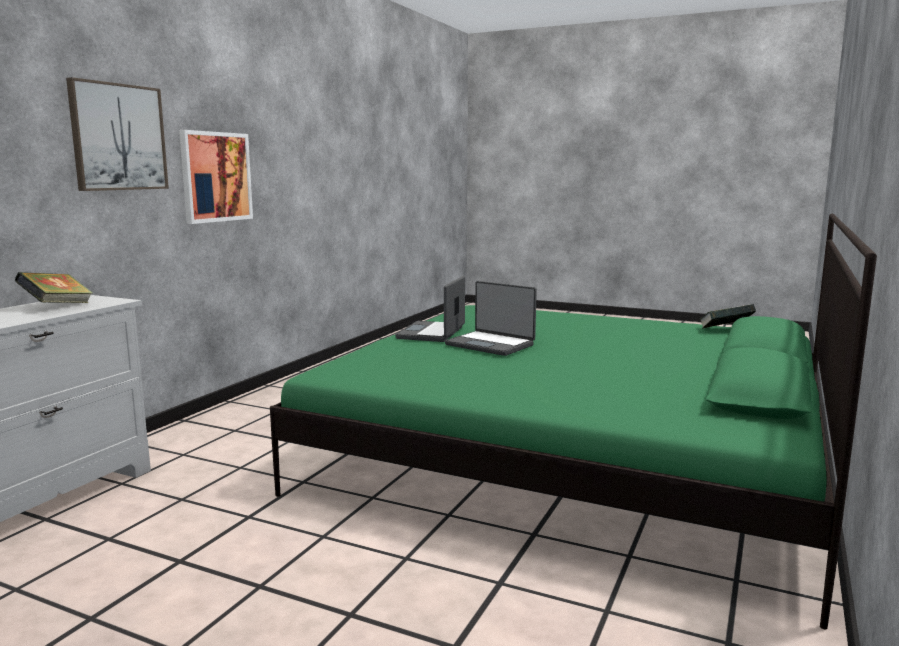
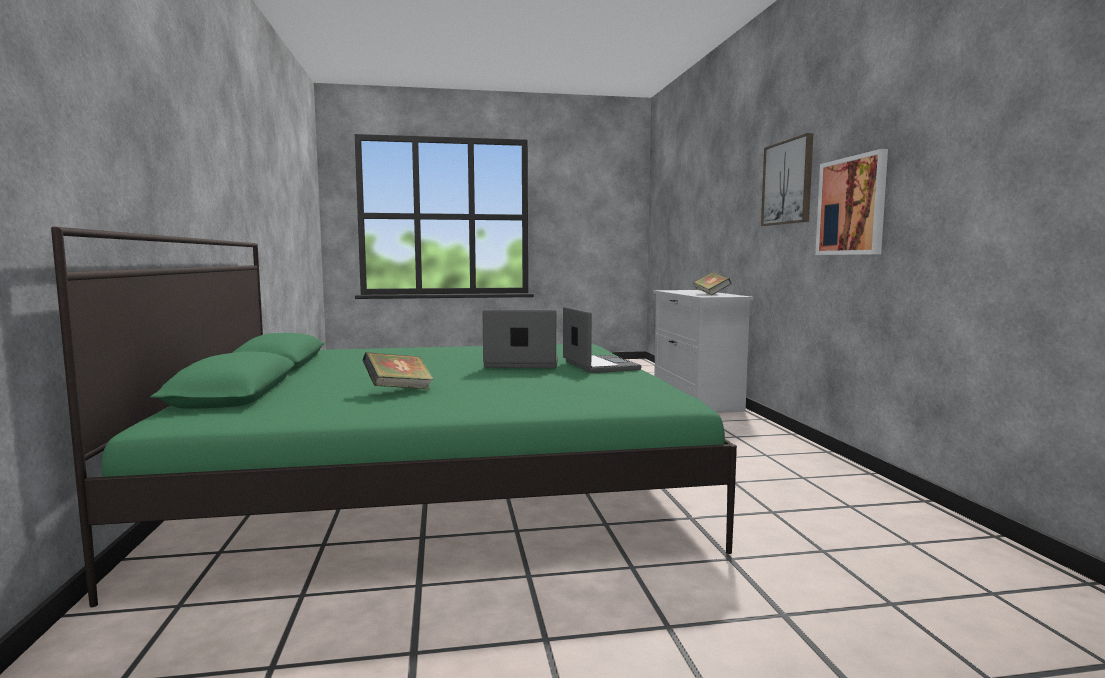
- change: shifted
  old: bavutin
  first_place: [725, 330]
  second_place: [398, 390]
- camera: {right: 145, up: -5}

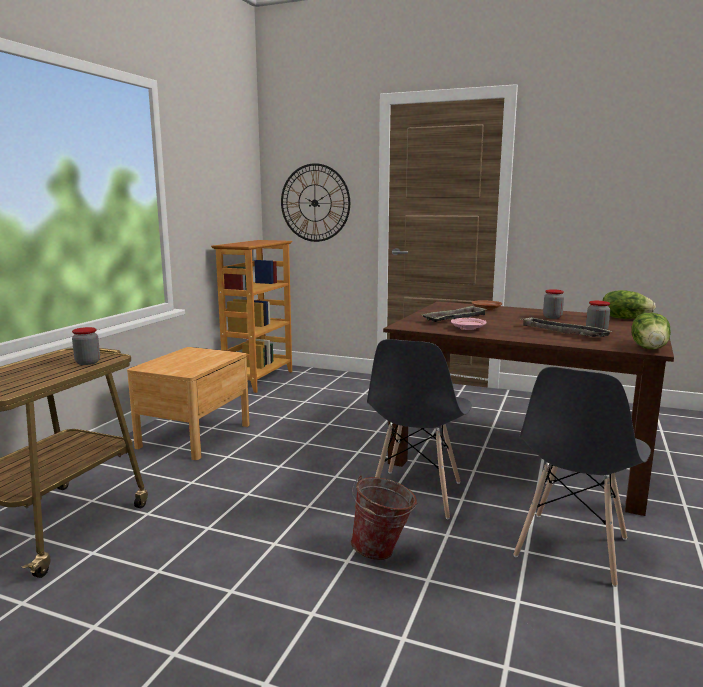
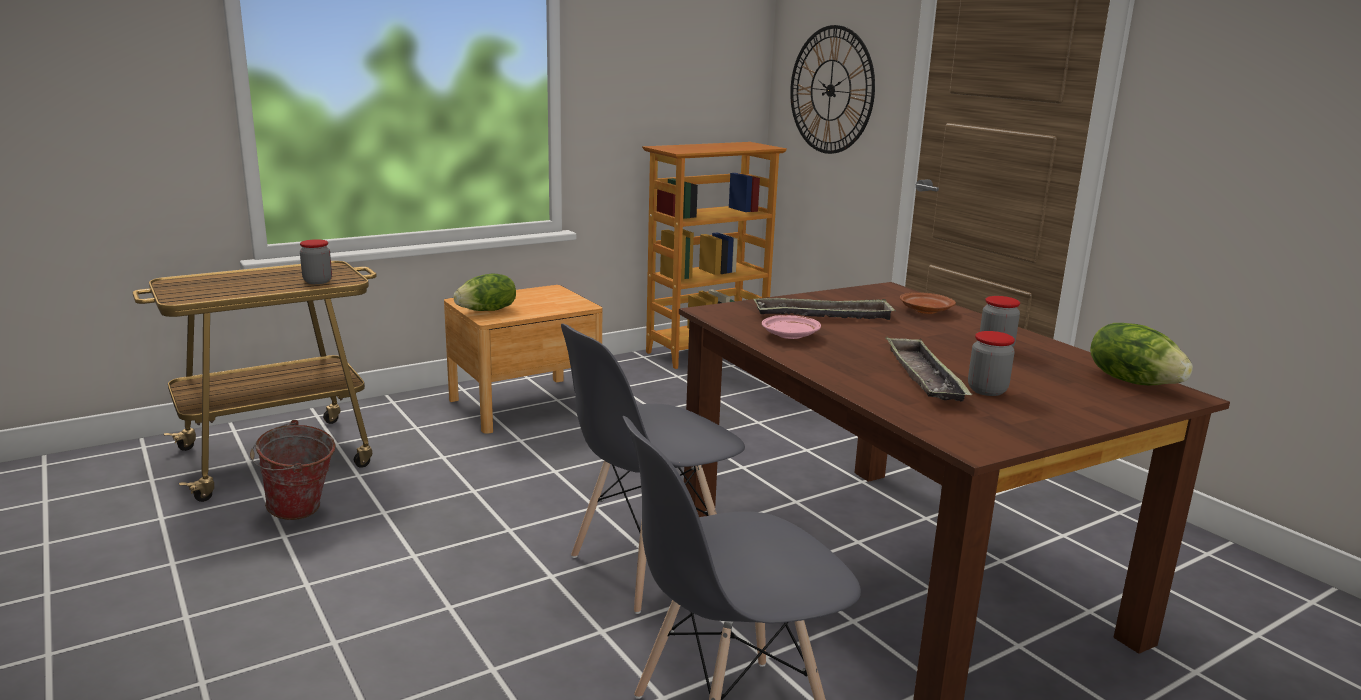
- change: shifted
  old: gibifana
  first_place: [383, 551]
  second_place: [299, 514]
- change: shifted
  old: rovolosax
  first_place: [650, 348]
  second_place: [487, 310]
- camera: {right: 35, up: 5}

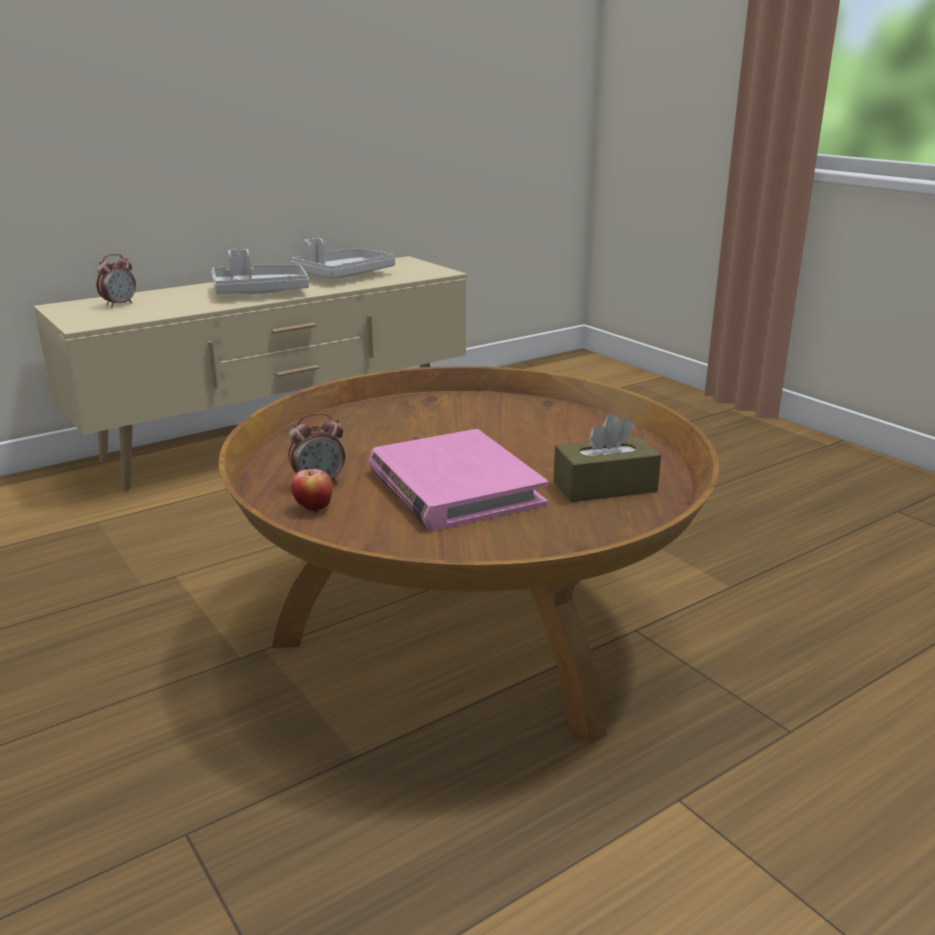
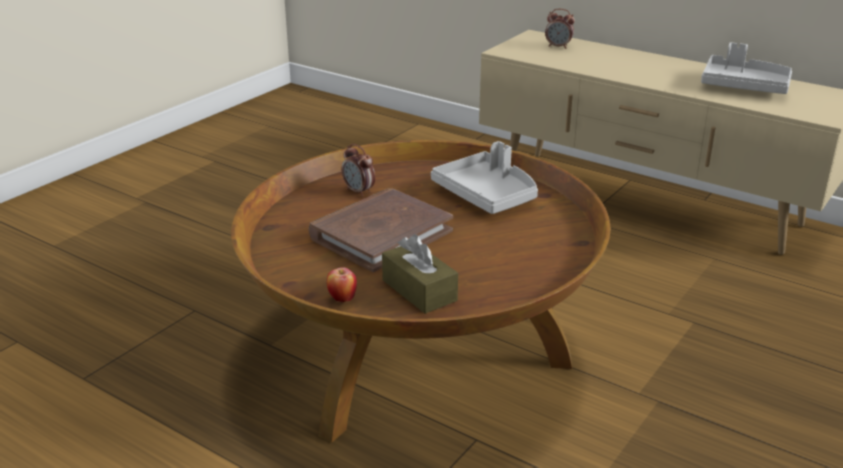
- change: shifted
  old: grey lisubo
  first_place: [259, 292]
  second_place: [487, 195]
- change: shifted
  old: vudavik
  first_place: [313, 509]
  second_place: [342, 299]
- change: repainted
  old: pink bavutin
  new: brown bavutin
  first_place: [453, 487]
  second_place: [381, 234]
- camera: {right: 70, up: 5}

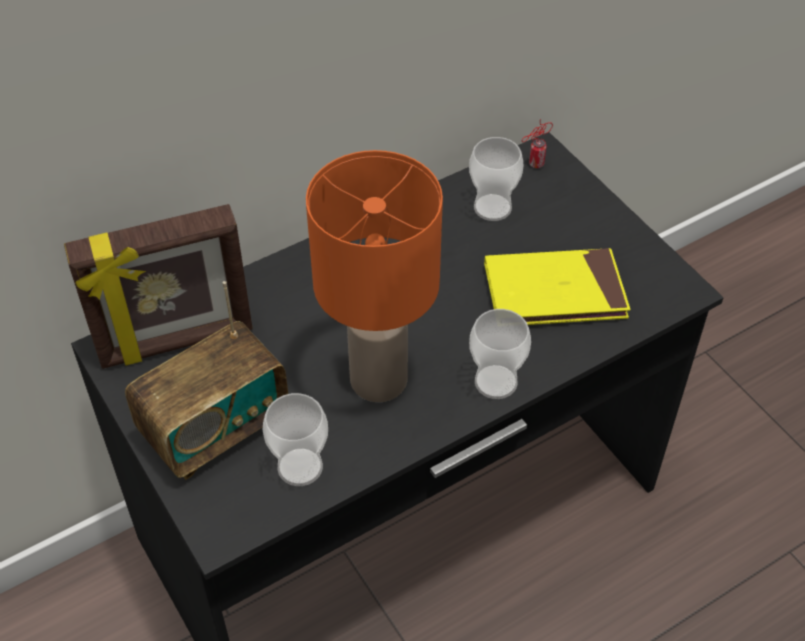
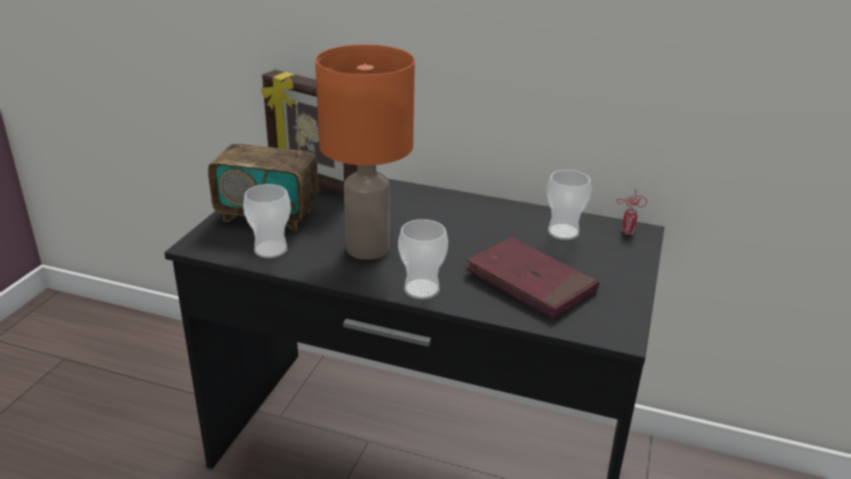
- change: repainted
  old: yellow bavutin
  new: red bavutin
  first_place: [554, 292]
  second_place: [530, 282]
- camera: {right: 50, up: -20}

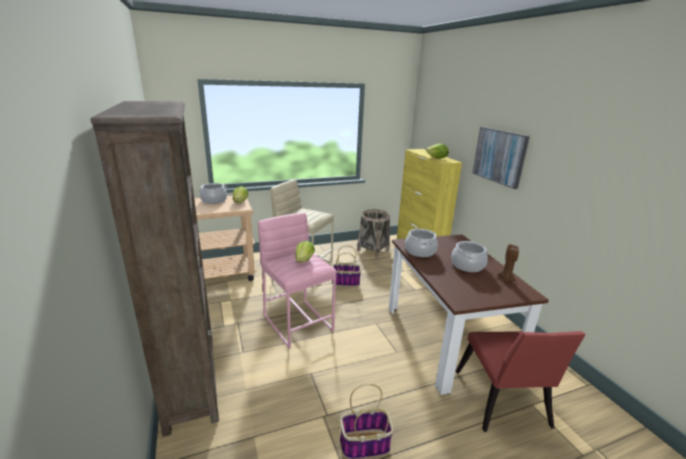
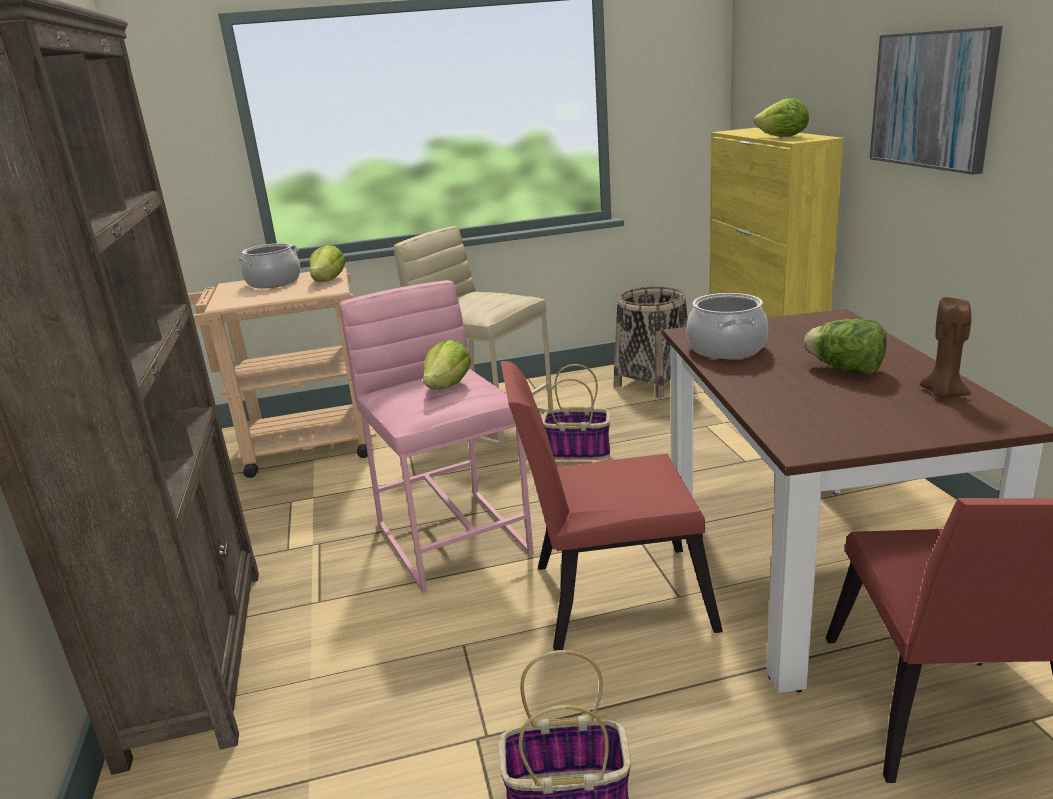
- change: swapped
  old: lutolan
  new: rovolosax
  first_place: [467, 265]
  second_place: [845, 370]
- change: new
  new: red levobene
  second_place: [609, 597]
- camera: {right: 10, up: 0}

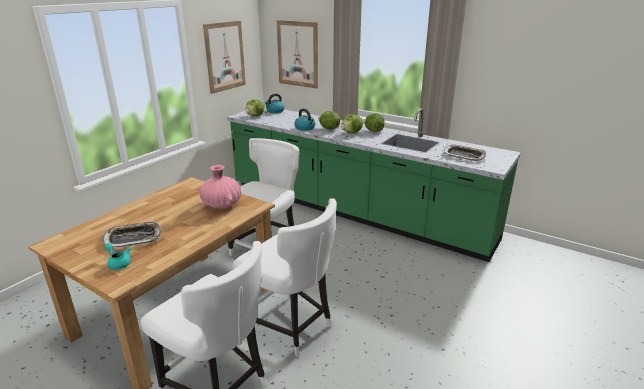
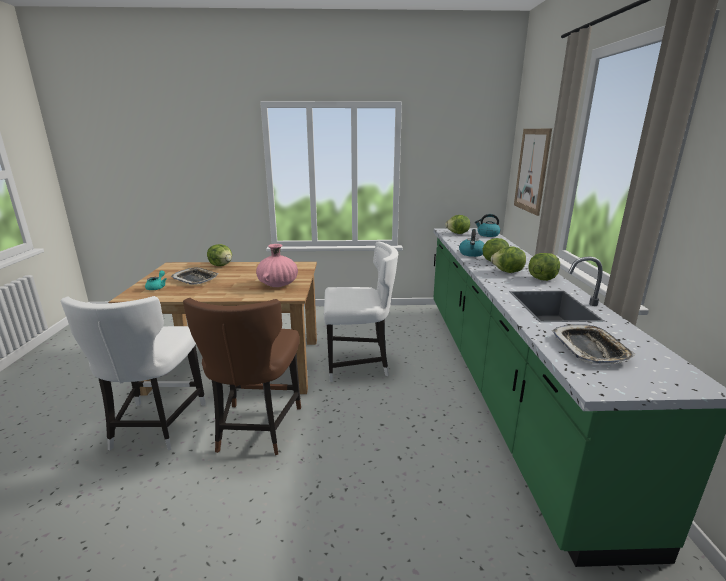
- change: gone
  old: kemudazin
  first_place: [225, 56]
- change: repainted
  old: white levobene
  new: brown levobene
  first_place: [291, 327]
  second_place: [256, 429]
- change: new
  new: rovolosax
  second_place: [221, 265]
- camera: {right: 55, up: -5}

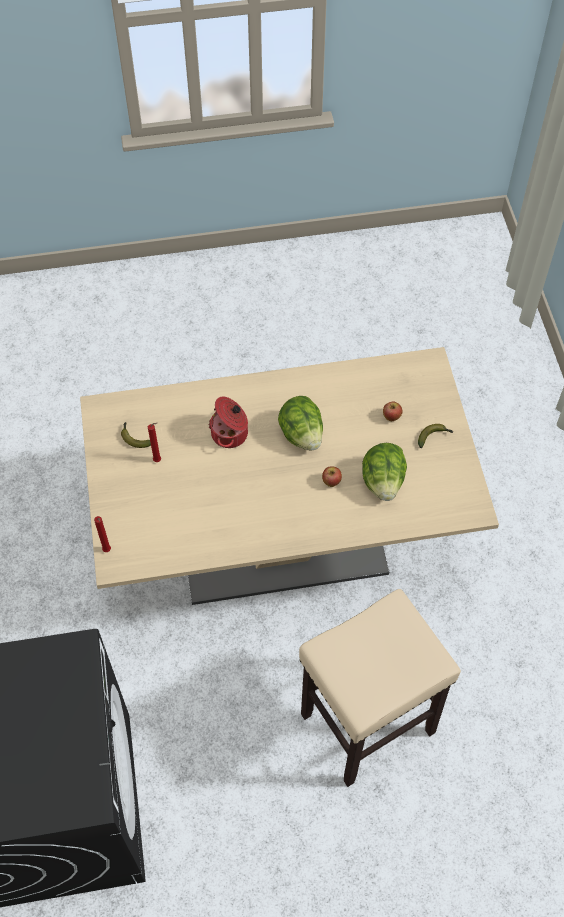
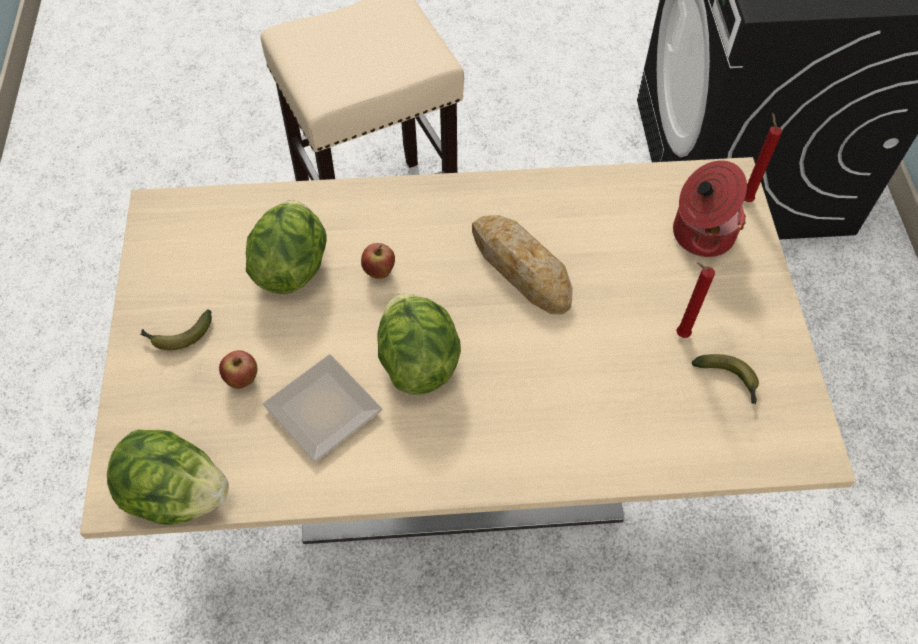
- change: shifted
  old: lutolan
  first_place: [230, 434]
  second_place: [701, 233]
- change: new
  new: rovolosax
  second_place: [177, 494]
- change: new
  new: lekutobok
  second_place: [327, 410]
- change: new
  new: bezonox
  second_place: [521, 267]
- camera: {right: -175, up: 0}

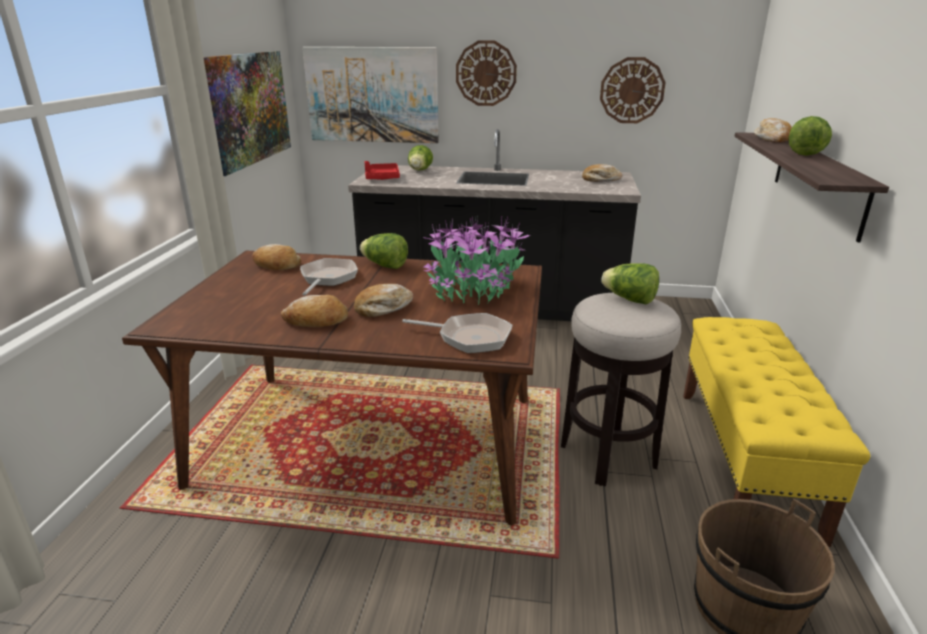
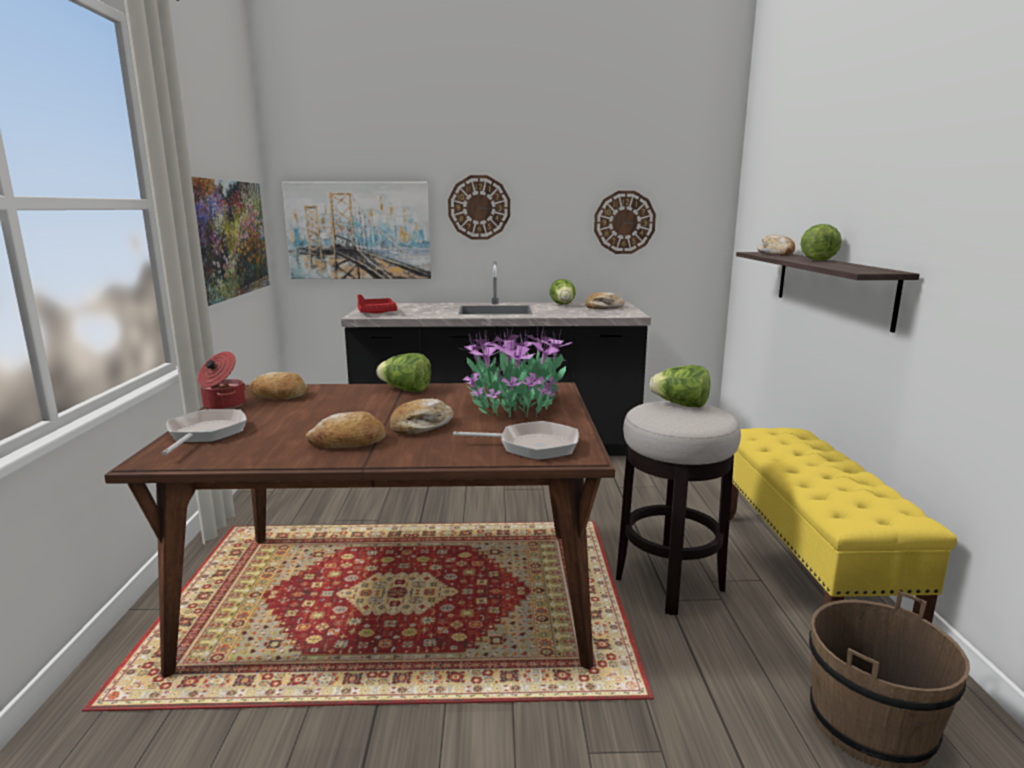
- change: shifted
  old: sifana
  first_place: [327, 278]
  second_place: [204, 434]
- change: shifted
  old: rovolosax
  first_place: [419, 171]
  second_place: [563, 305]
- change: new
  new: lutolan
  second_place: [223, 405]
- camera: {right: -10, up: -10}

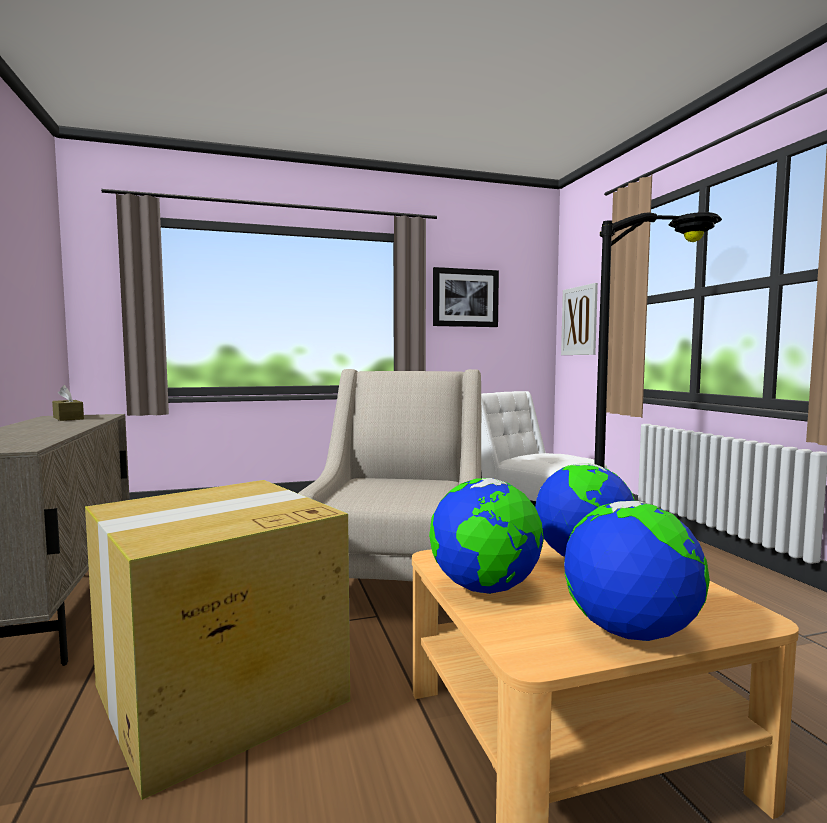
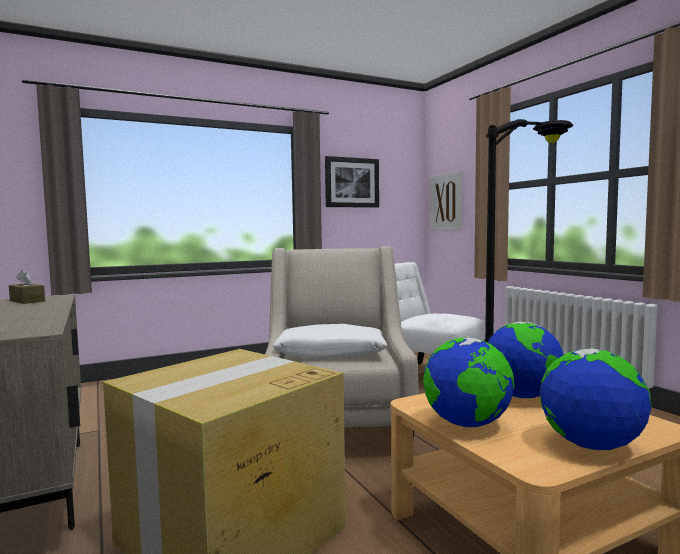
- change: new
  new: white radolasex
  second_place: [331, 353]
- camera: {right: -10, up: 0}

